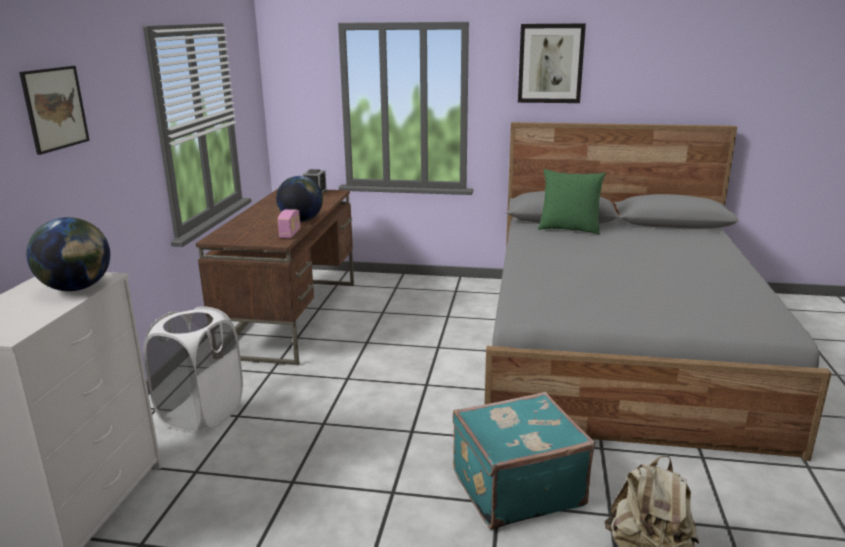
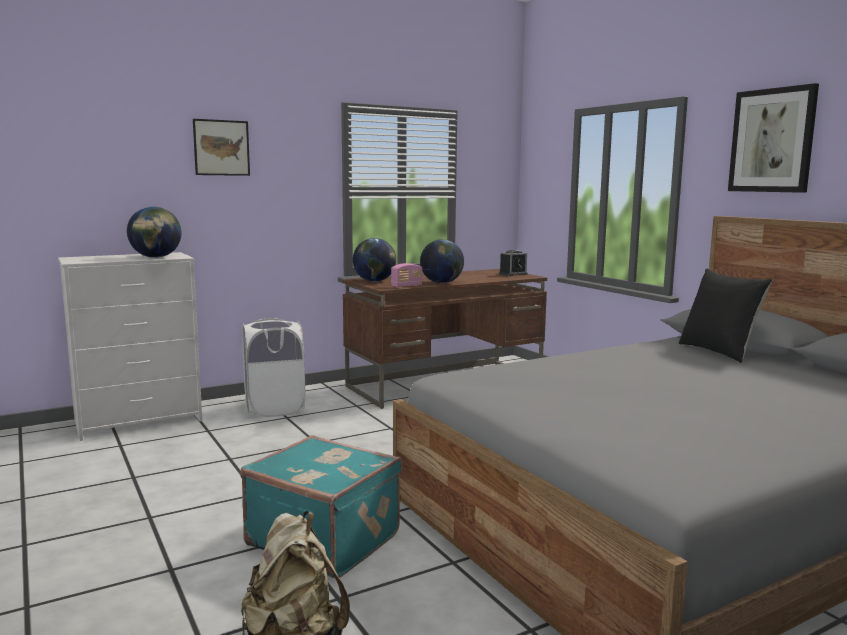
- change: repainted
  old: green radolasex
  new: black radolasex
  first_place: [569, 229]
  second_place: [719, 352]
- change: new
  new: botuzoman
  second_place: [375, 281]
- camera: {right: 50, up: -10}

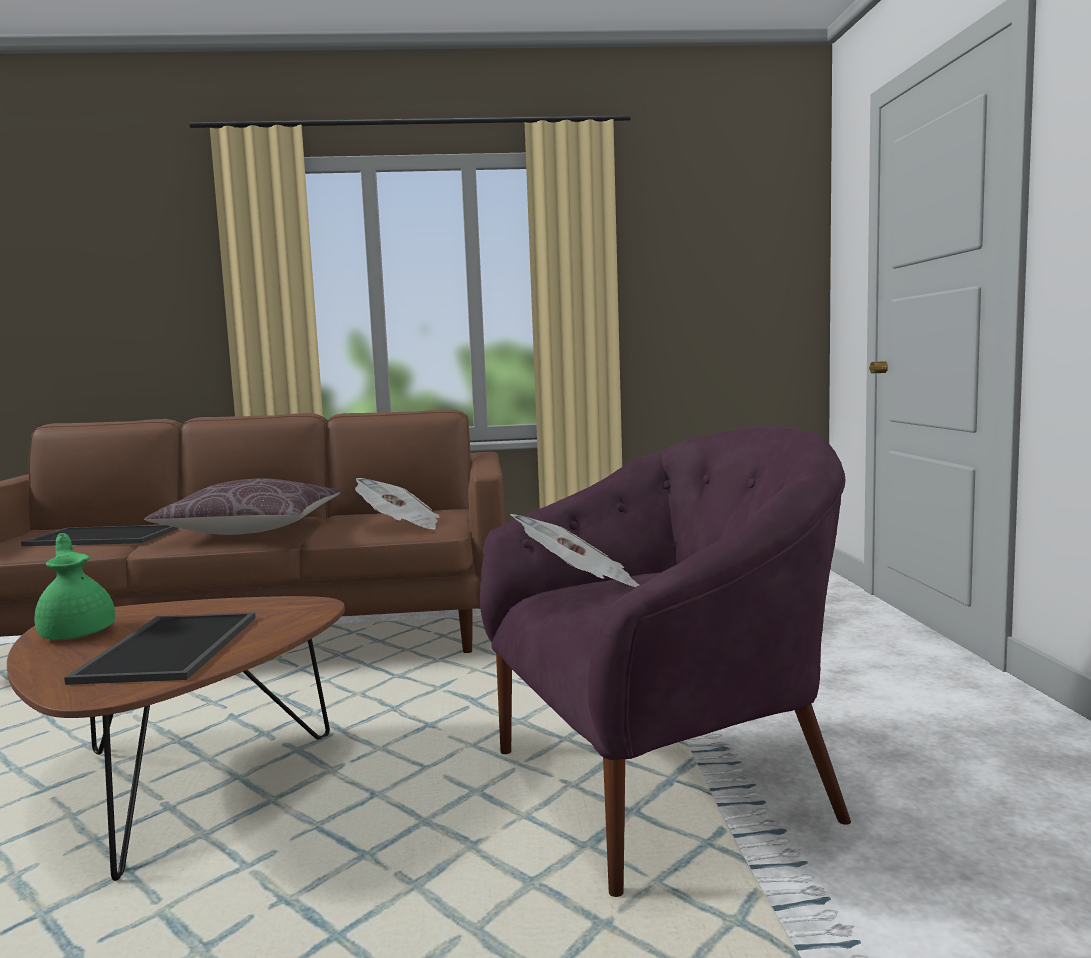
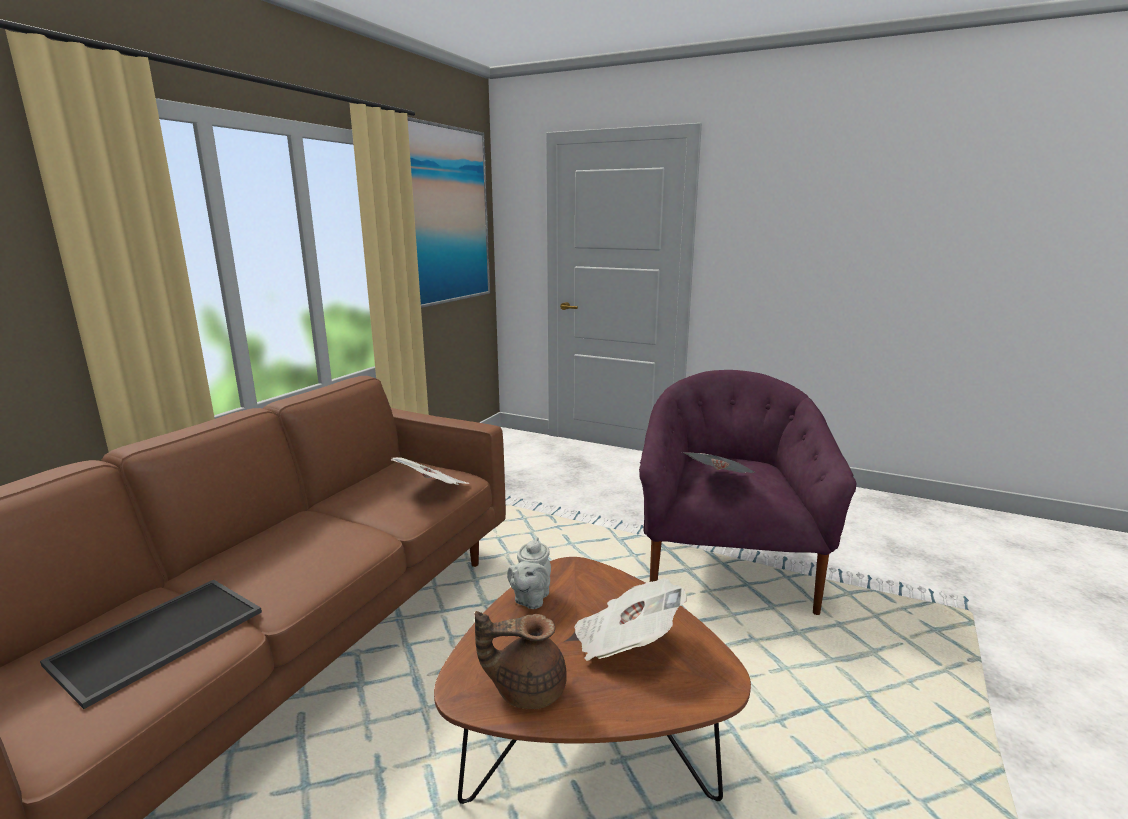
- change: repainted
  old: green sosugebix
  new: brown sosugebix
  first_place: [78, 632]
  second_place: [527, 689]
- change: swapped
  old: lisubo
  new: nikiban
  first_place: [168, 647]
  second_place: [625, 642]
- change: gone
  old: brown radolasex
  first_place: [251, 530]
- change: new
  new: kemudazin
  second_place: [448, 216]
- change: new
  new: grey sosugebix
  second_place: [530, 599]
- camera: {right: -60, up: 10}

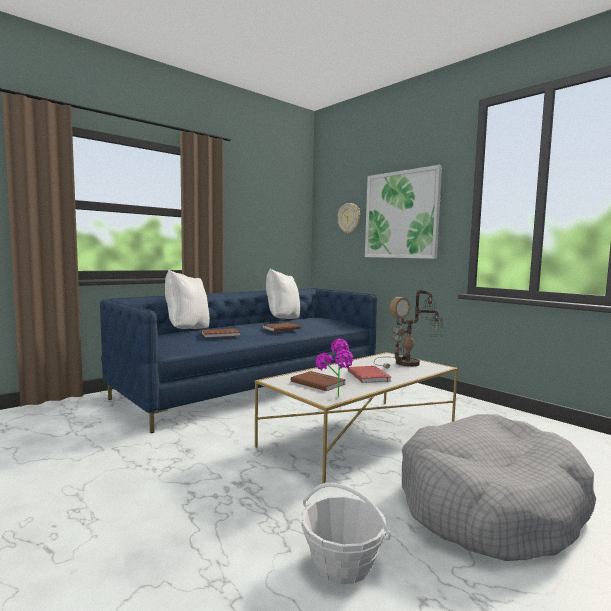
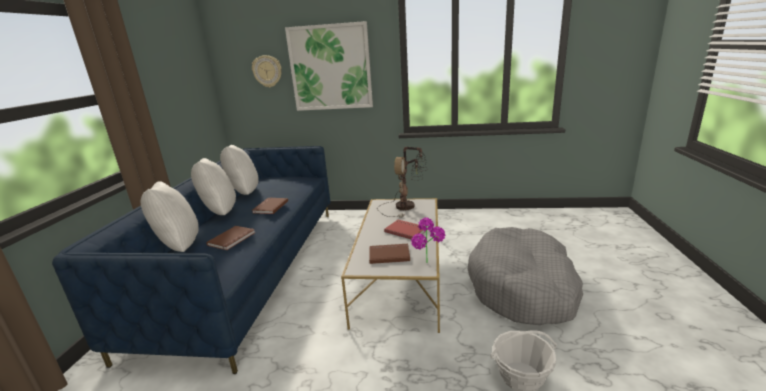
- change: new
  new: white radolasex
  second_place: [219, 213]
- camera: {right: -40, up: 15}

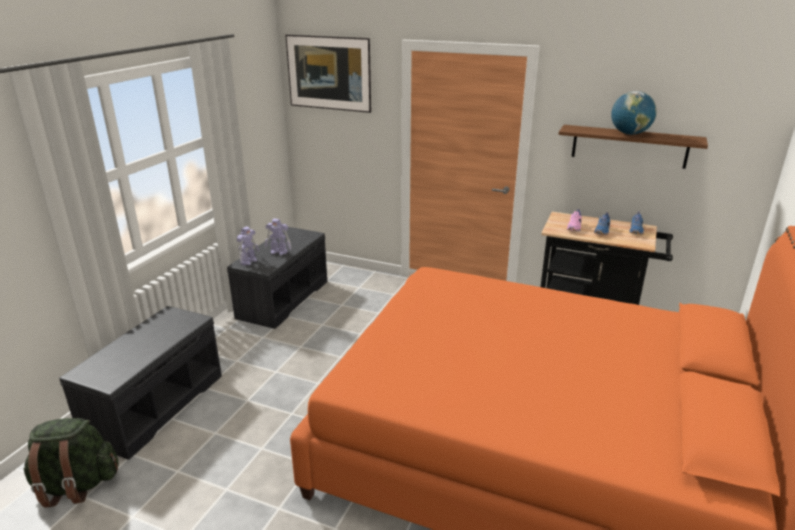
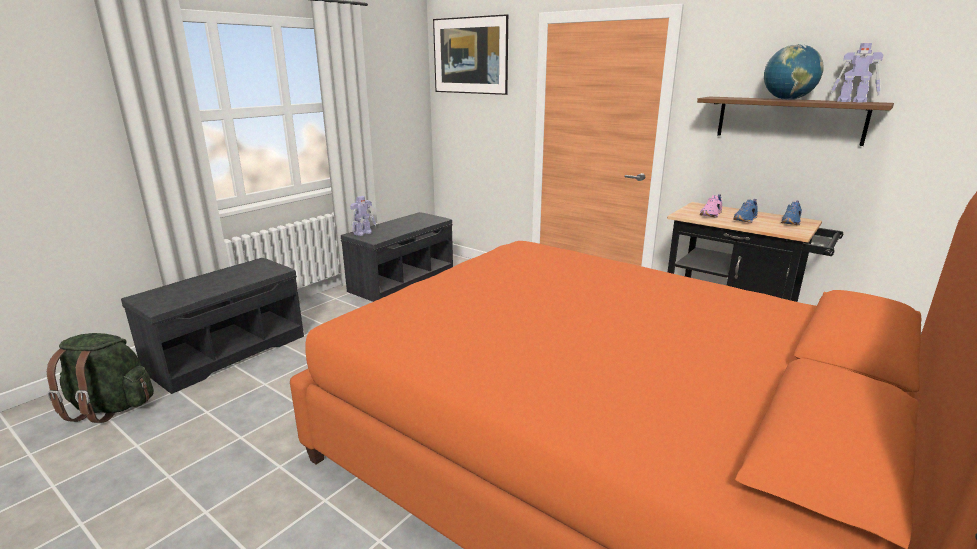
- change: shifted
  old: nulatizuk
  first_place: [279, 252]
  second_place: [852, 101]
- camera: {right: 15, up: -5}

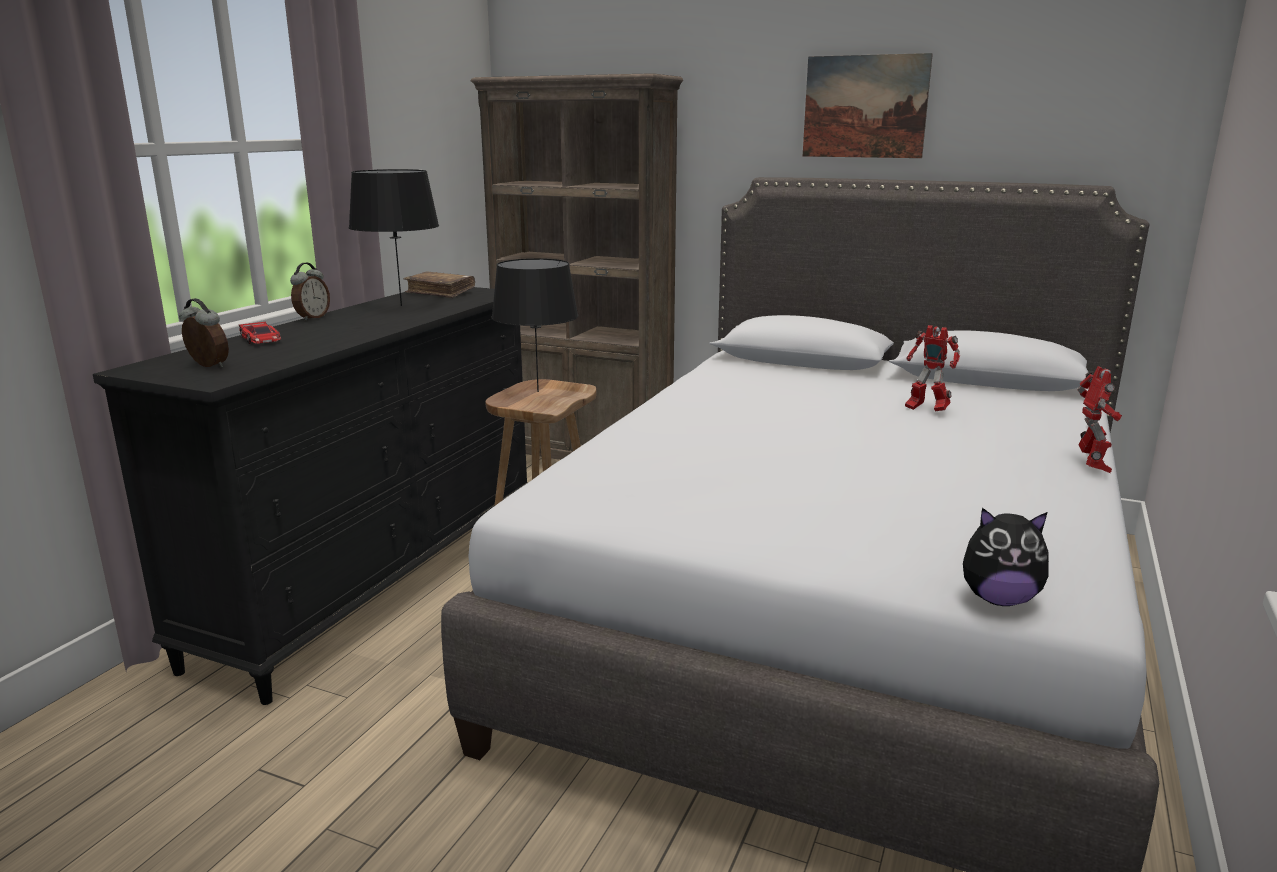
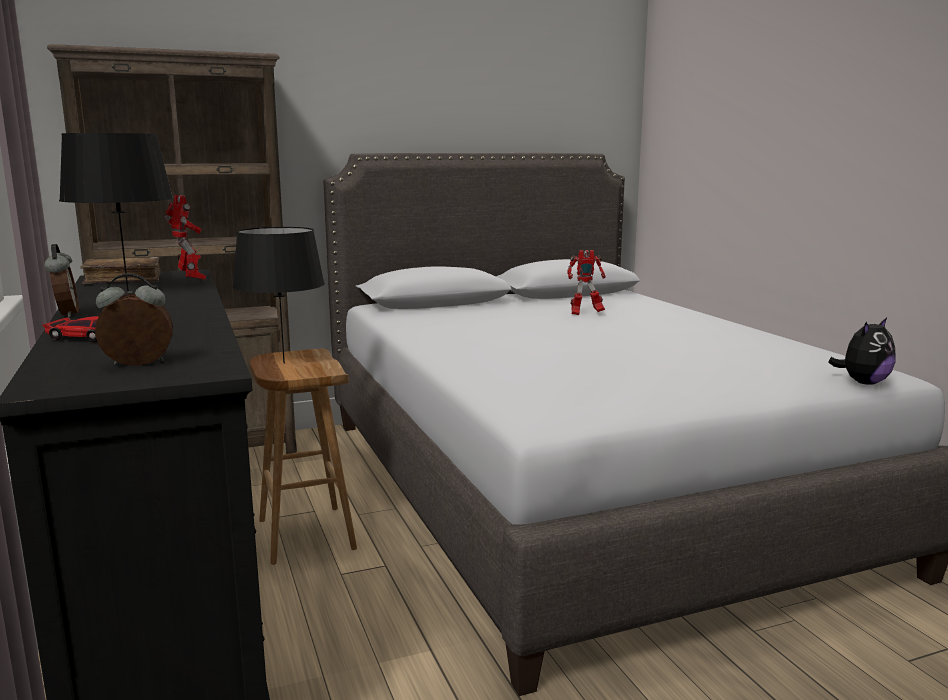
- change: gone
  old: kemudazin
  first_place: [865, 107]
- change: shifted
  old: nulatizuk
  first_place: [1092, 466]
  second_place: [191, 279]
- camera: {right: -45, up: -5}

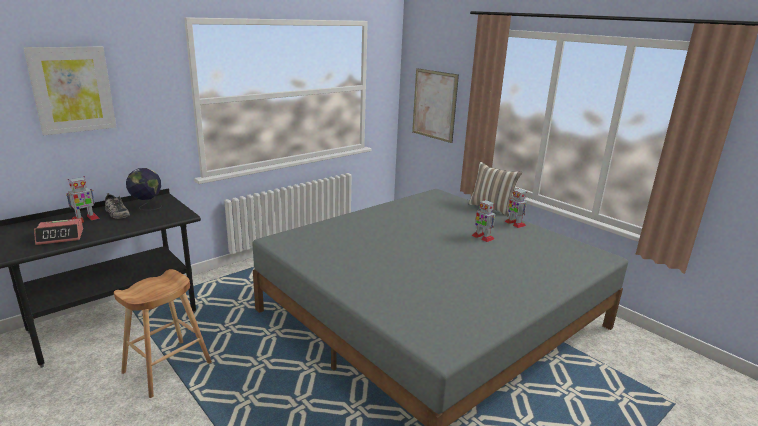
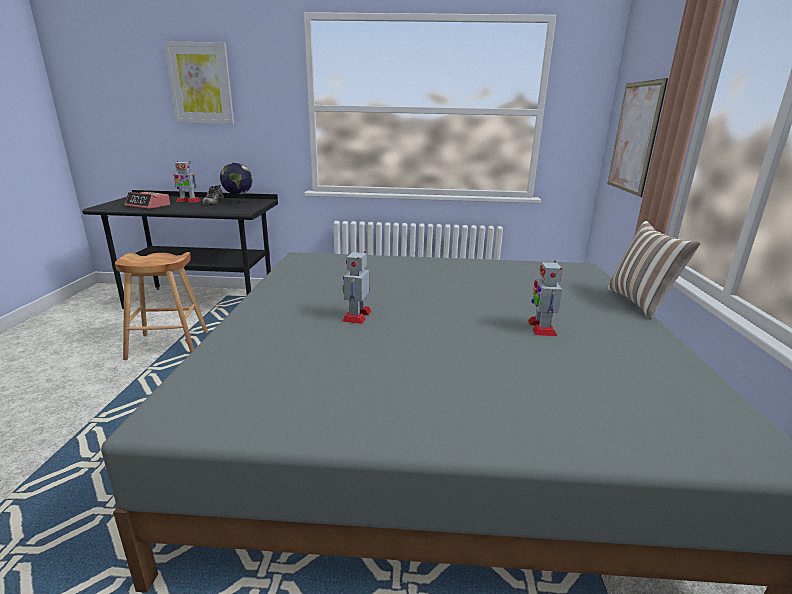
- change: shifted
  old: nulatizuk
  first_place: [514, 223]
  second_place: [357, 315]
- camera: {right: 45, up: 0}

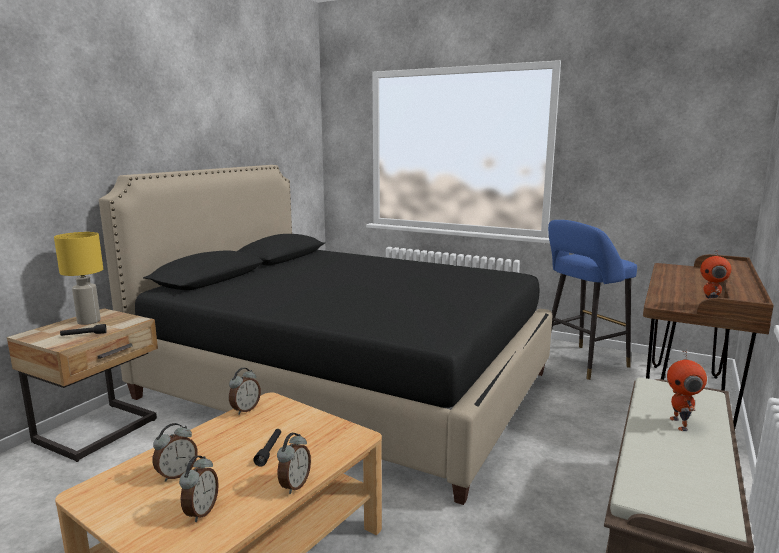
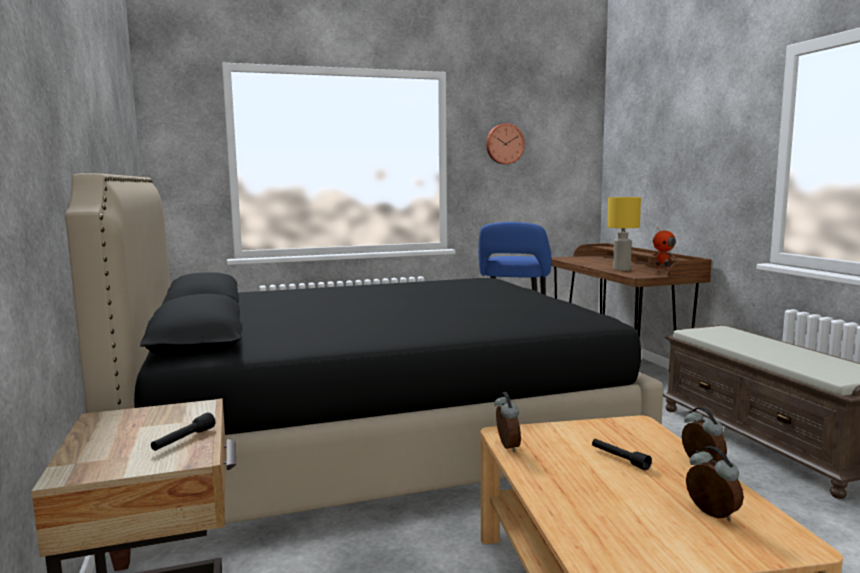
- change: shifted
  old: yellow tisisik
  first_place: [89, 321]
  second_place: [621, 269]
- change: gone
  old: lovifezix
  first_place: [176, 474]
- change: gone
  old: nulatizuk
  first_place: [680, 424]
- change: new
  new: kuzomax
  second_place: [504, 144]
- camera: {right: -45, up: -5}

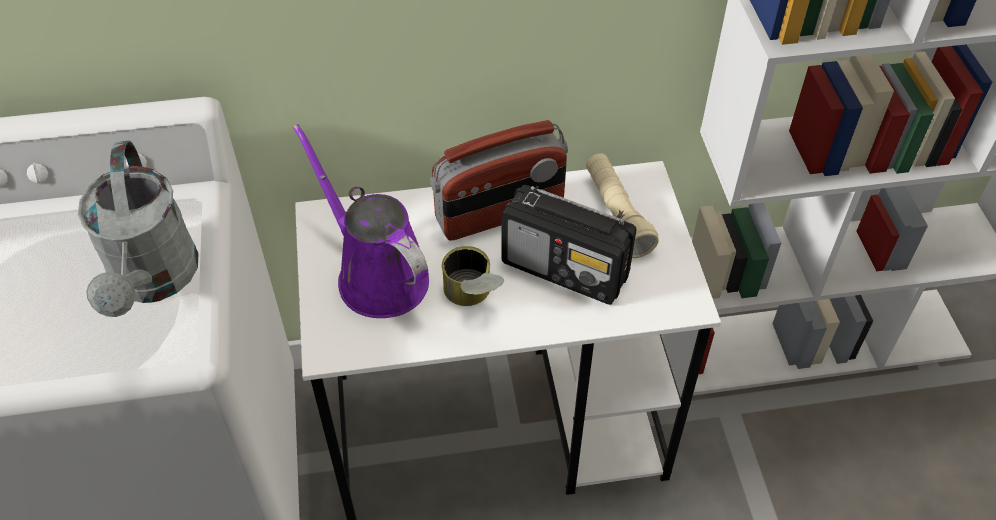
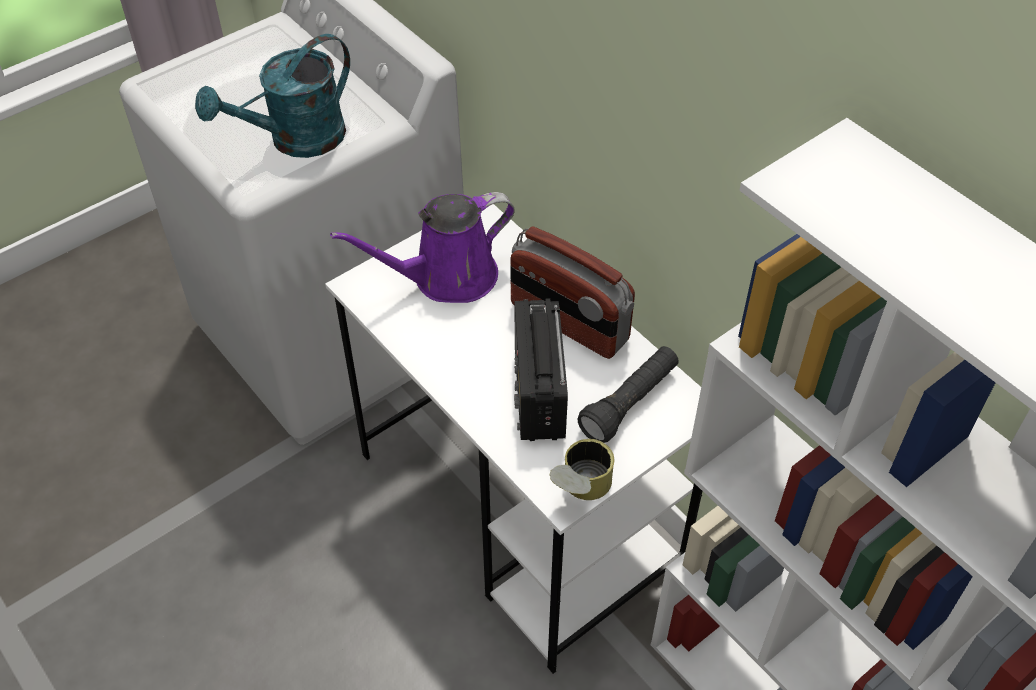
- change: repainted
  old: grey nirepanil
  new: turquoise nirepanil
  first_place: [153, 281]
  second_place: [295, 140]
- change: rotated
  old: purple nirepanil
  first_place: [377, 274]
  second_place: [446, 277]
  degrees: -135
- change: shifted
  old: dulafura
  first_place: [473, 298]
  second_place: [579, 490]
- change: repainted
  old: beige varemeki
  new: black varemeki
  first_place: [616, 215]
  second_place: [629, 403]
- camera: {right: 60, up: 0}

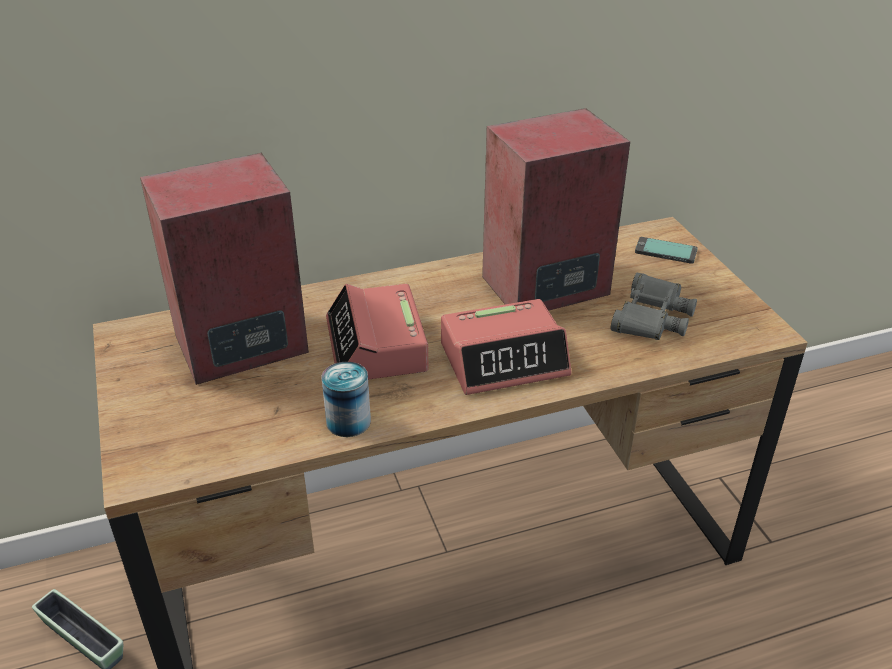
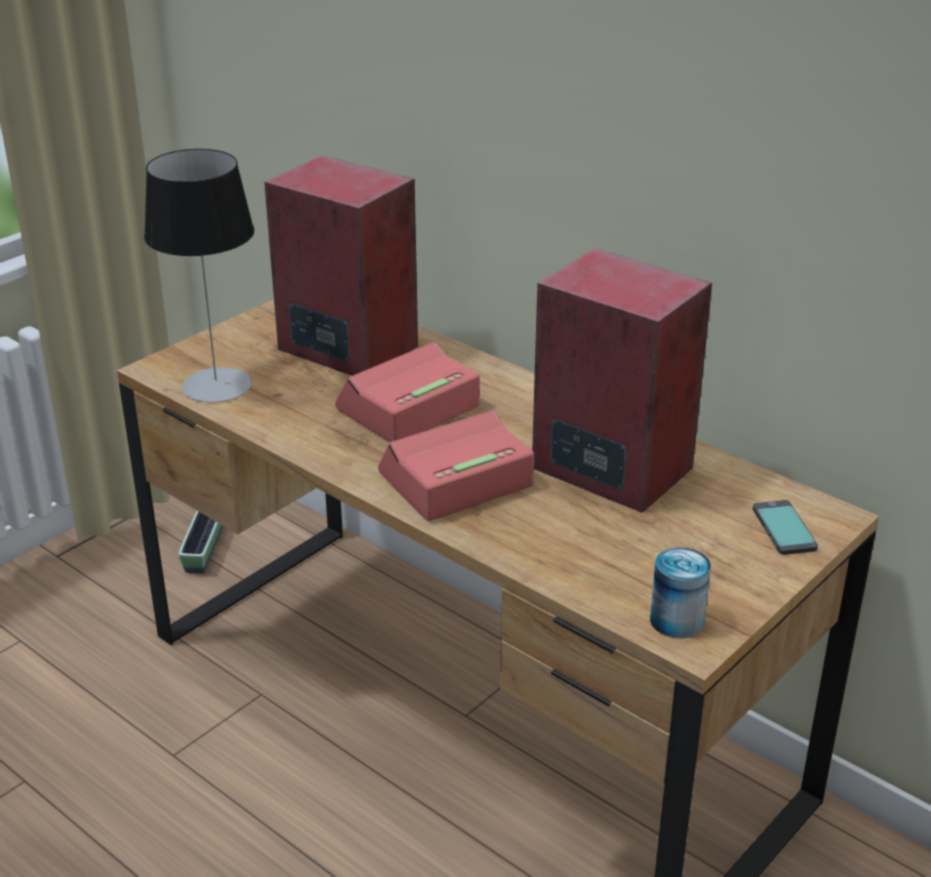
- change: shifted
  old: dulafura
  first_place: [348, 421]
  second_place: [676, 620]
- change: rotated
  old: lovifezix
  first_place: [504, 359]
  second_place: [455, 480]
  degrees: 105
- change: gone
  old: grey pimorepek
  first_place: [651, 316]
- change: new
  new: tisisik
  second_place: [216, 385]
- camera: {right: 60, up: -5}

